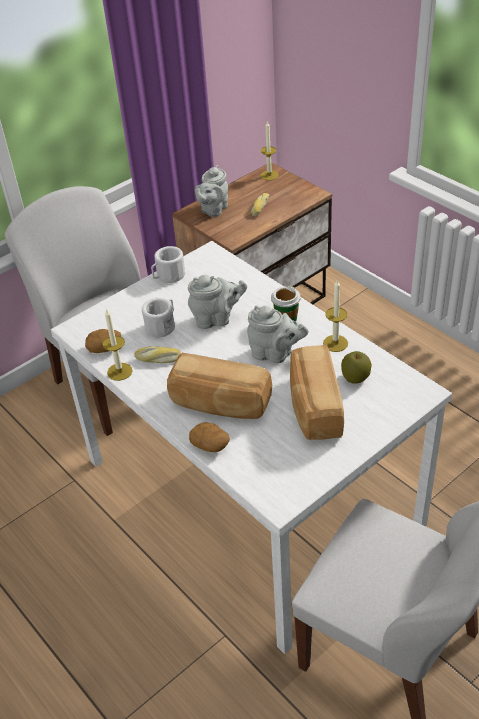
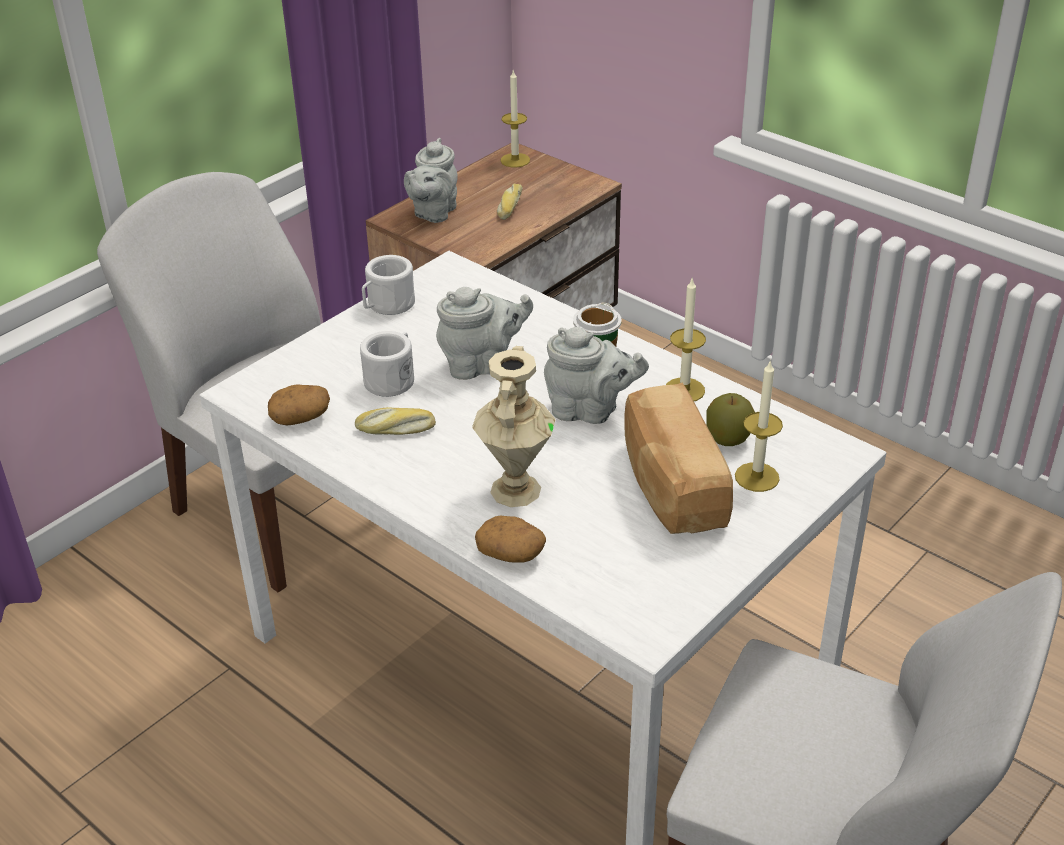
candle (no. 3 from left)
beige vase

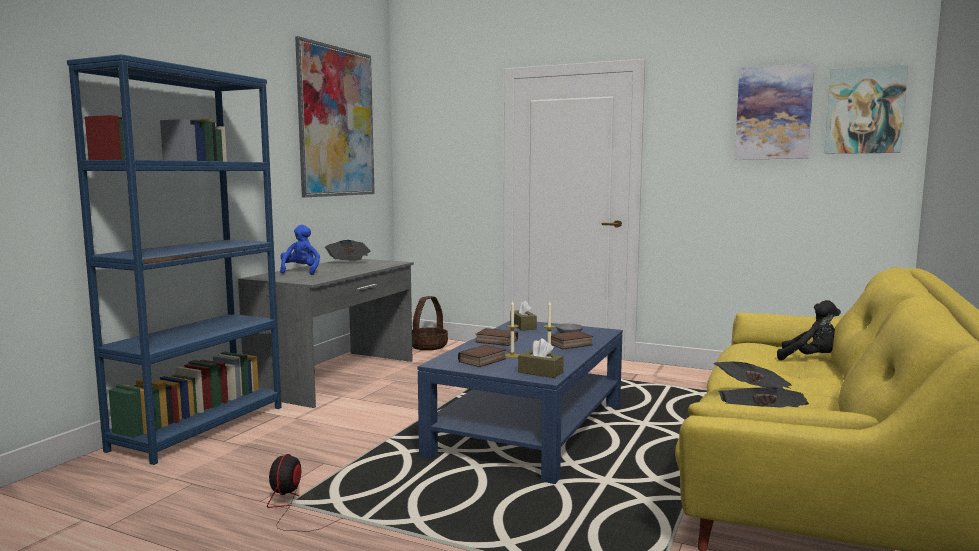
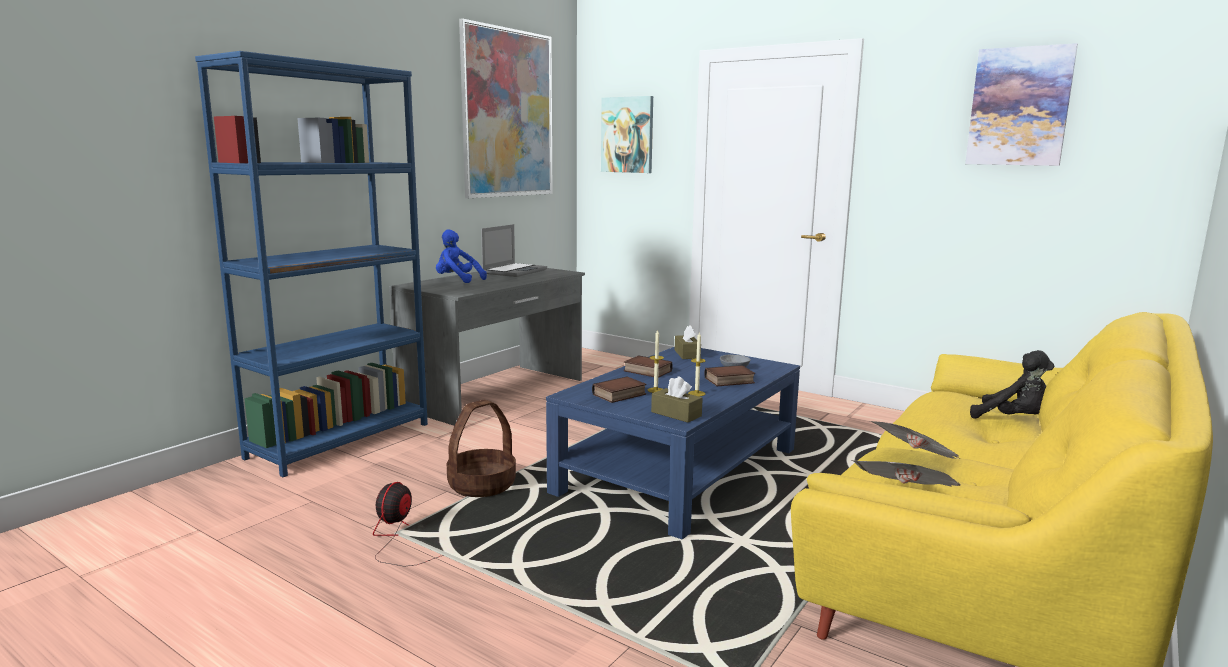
picture (no. 2 from left)
blue plush toy
laptop
basket

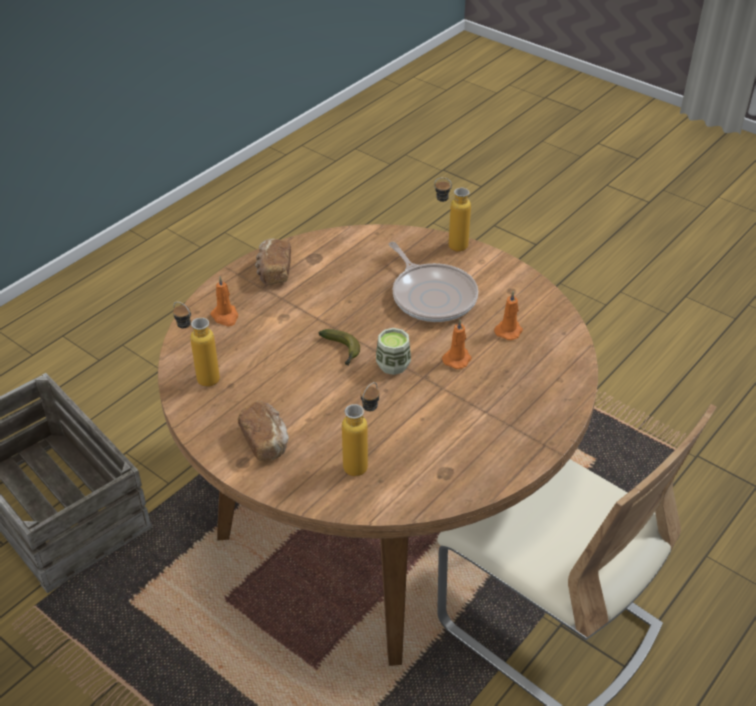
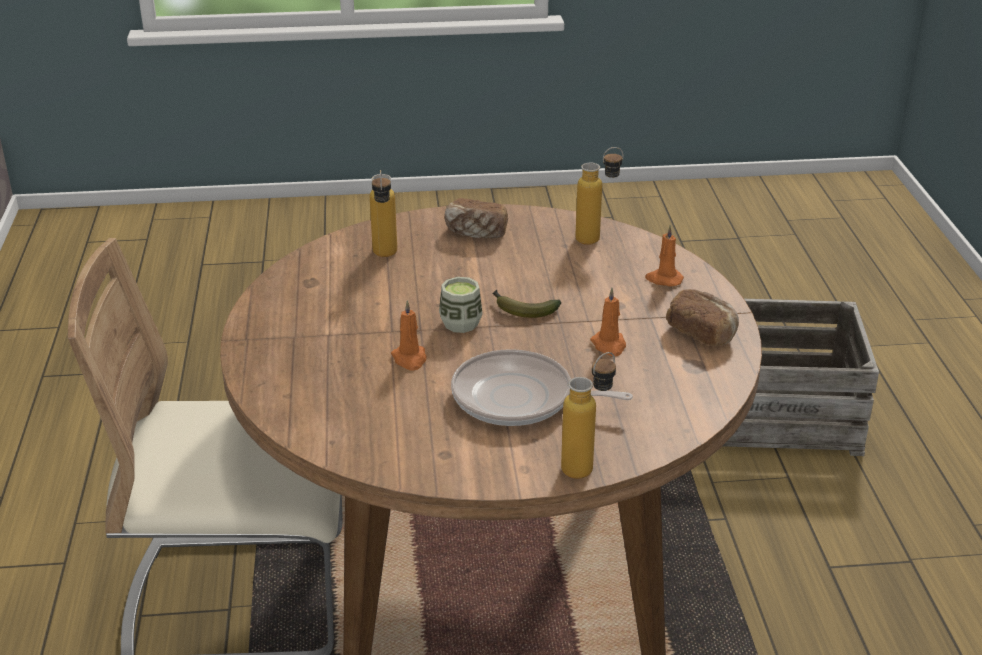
orange candle (no. 2 from left)

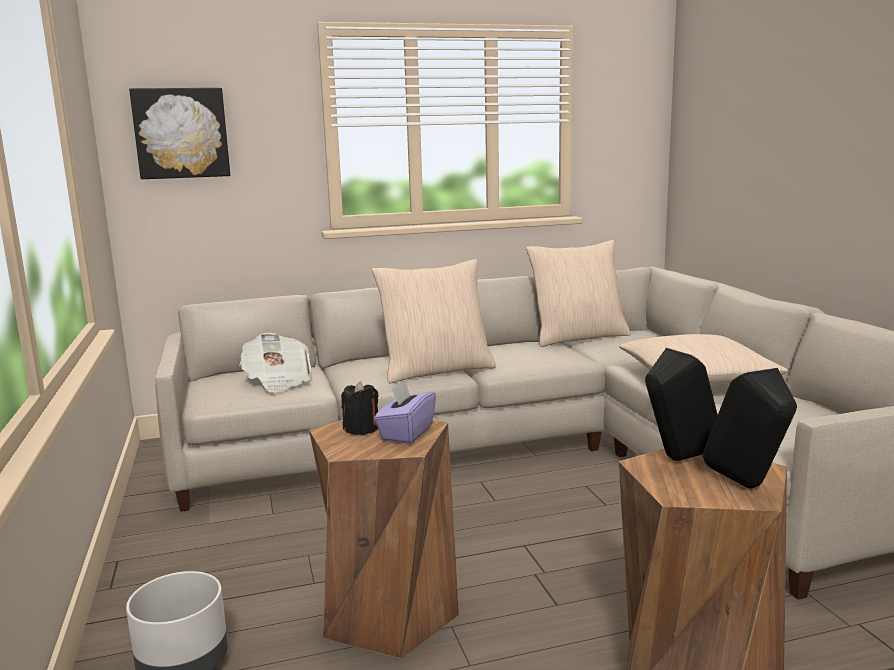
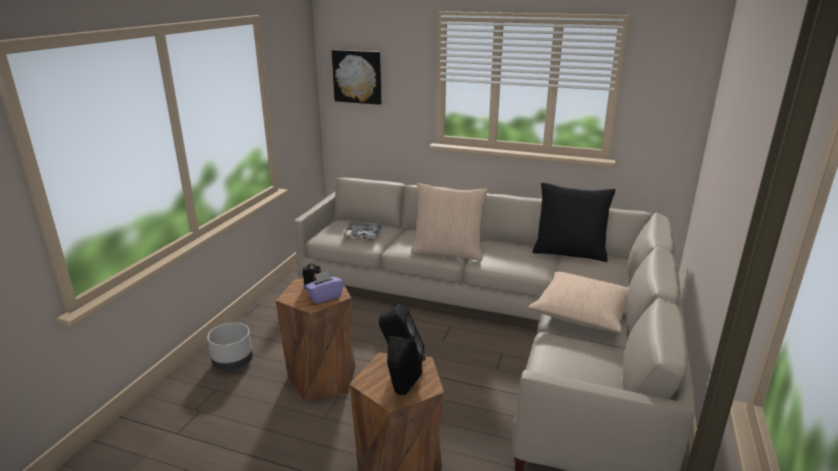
black pillow
tray

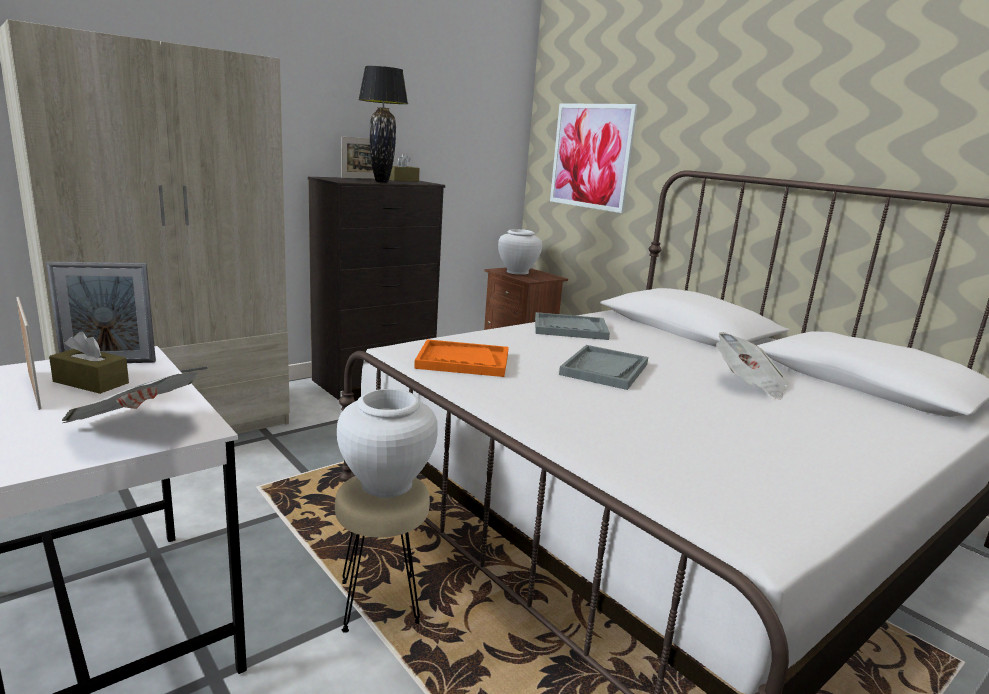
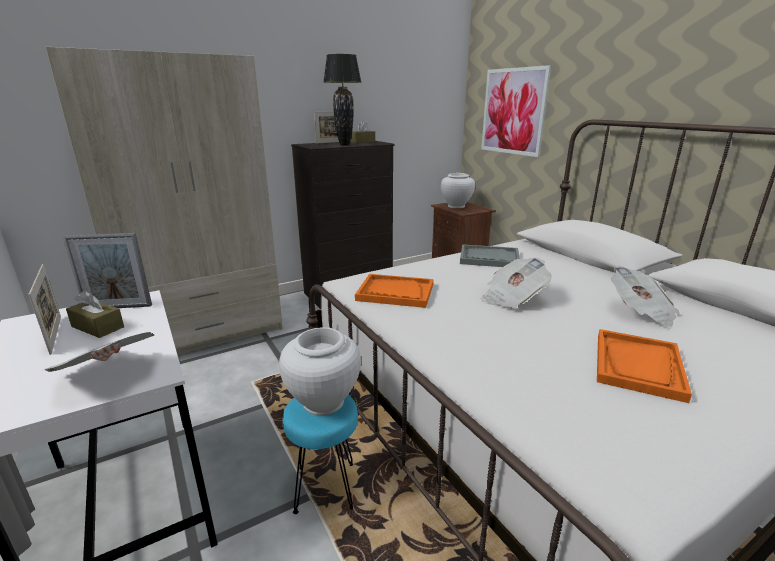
newspaper (no. 2 from left)
turquoise stool
orange tray (no. 2 from left)

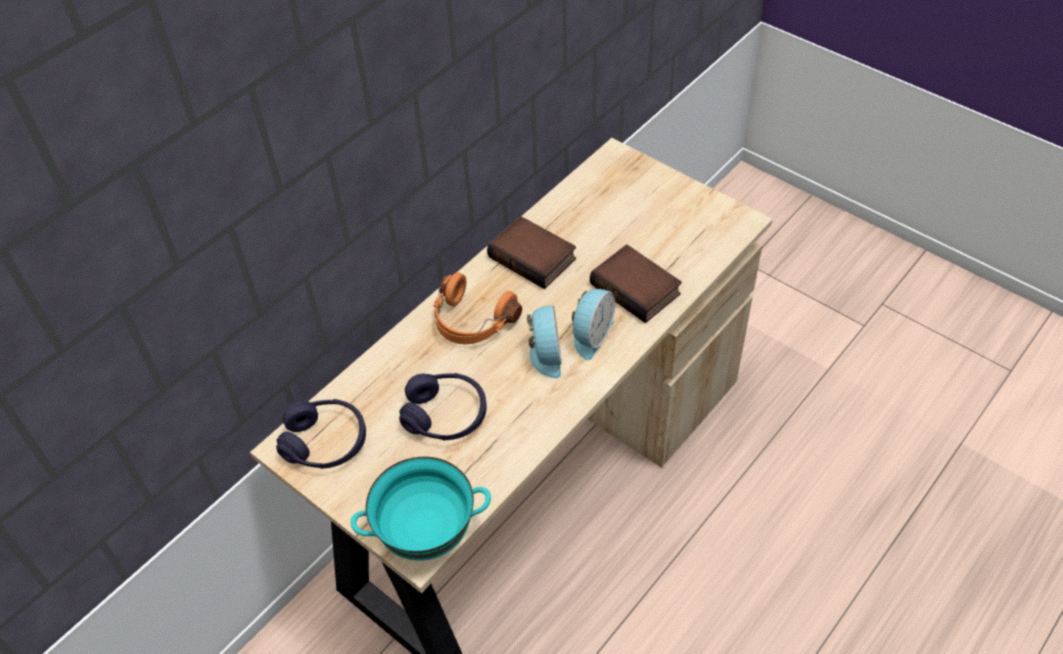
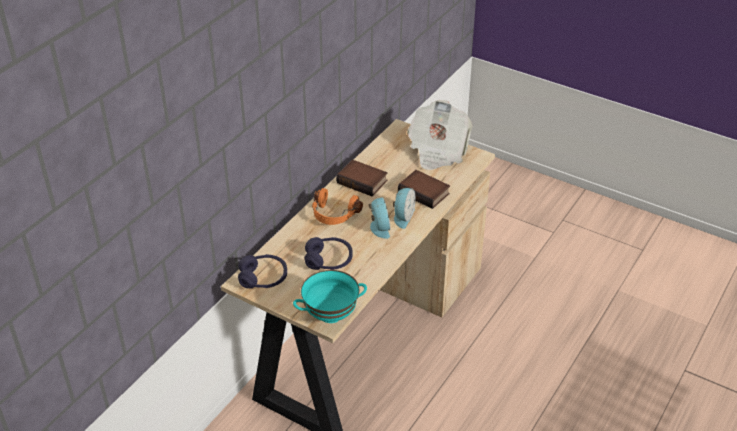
newspaper

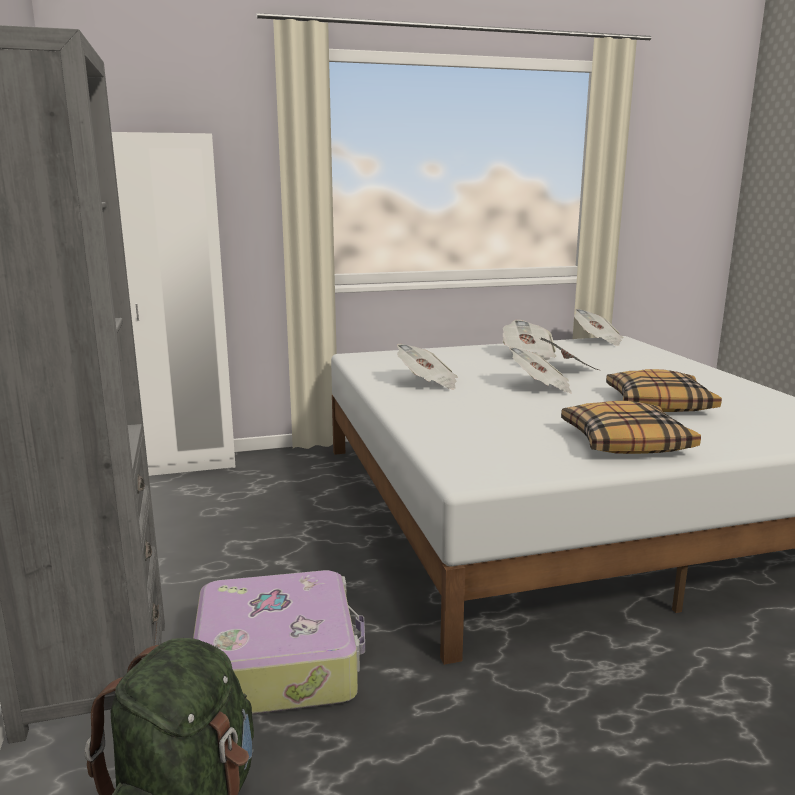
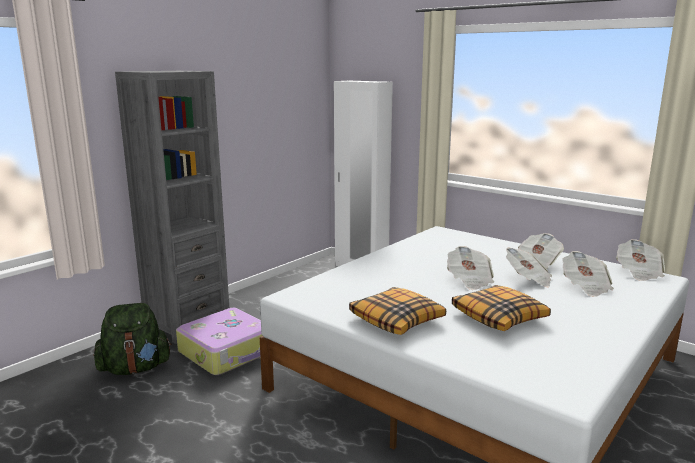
newspaper (no. 4 from left)

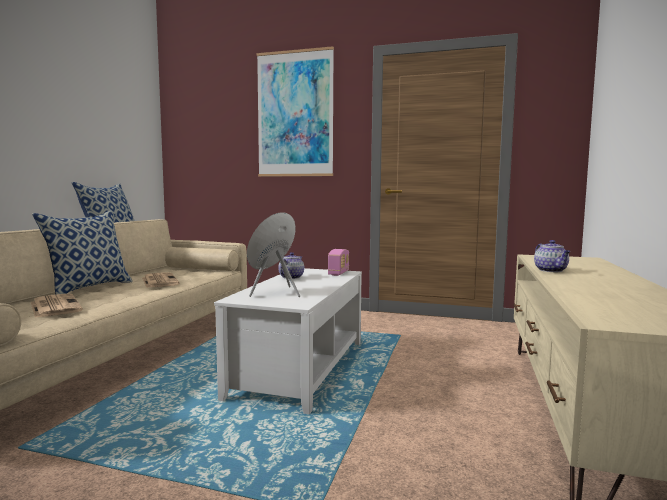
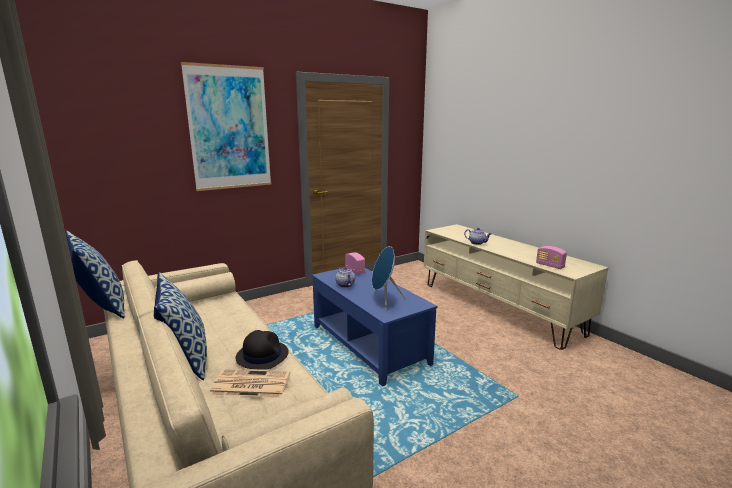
blue coffee table
newspaper (no. 2 from left in the first image)
radio (no. 2 from left)
black hat

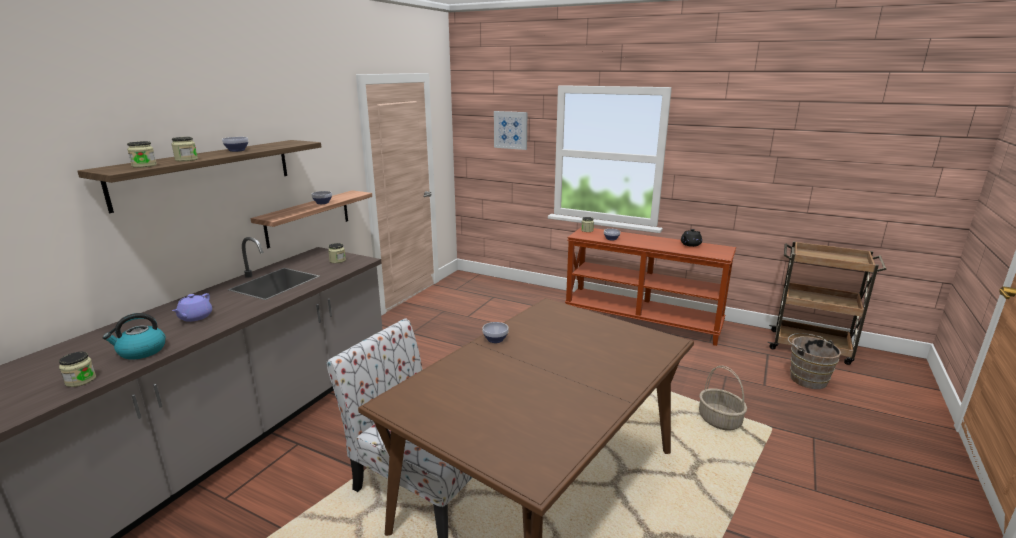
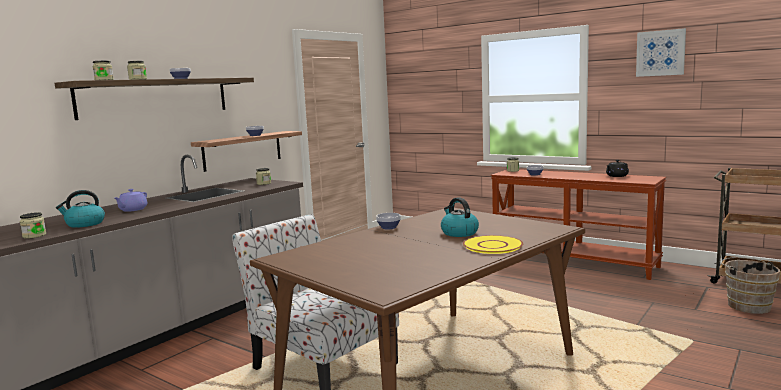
picture
basket
kettle (no. 2 from left)
yellow plate

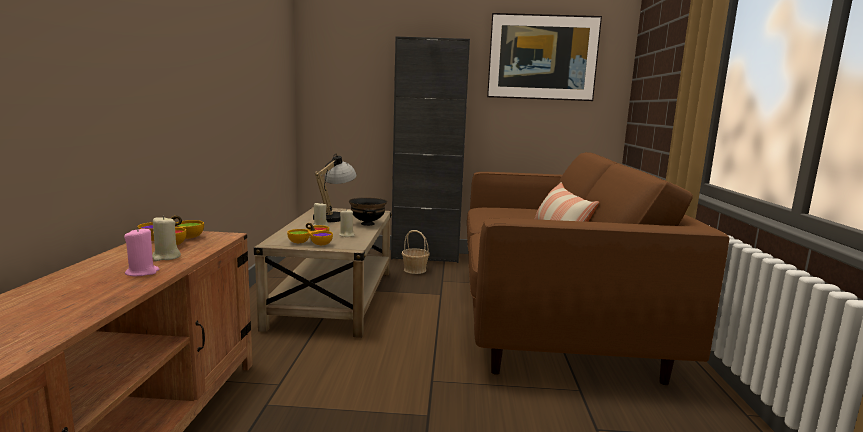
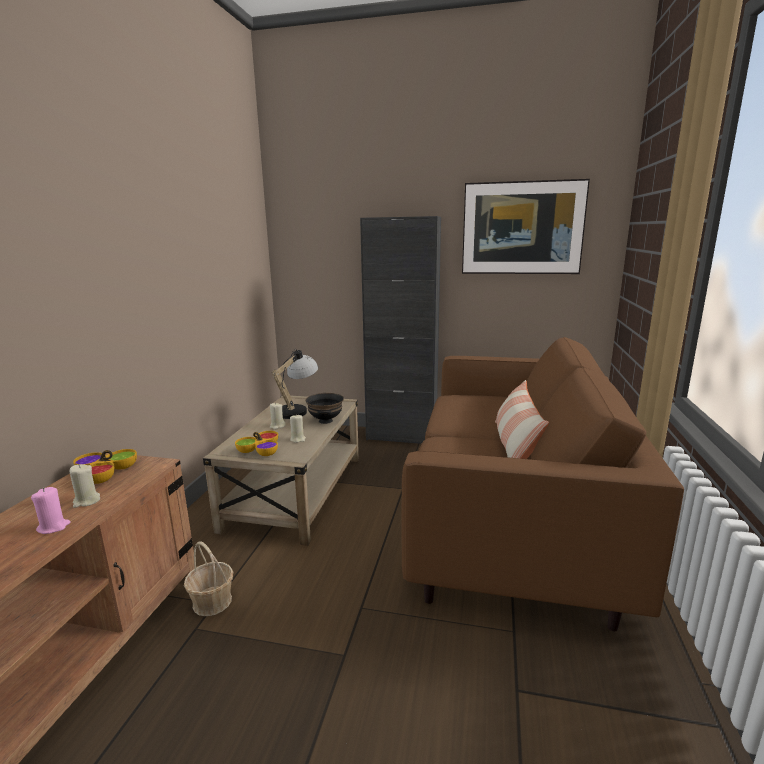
basket

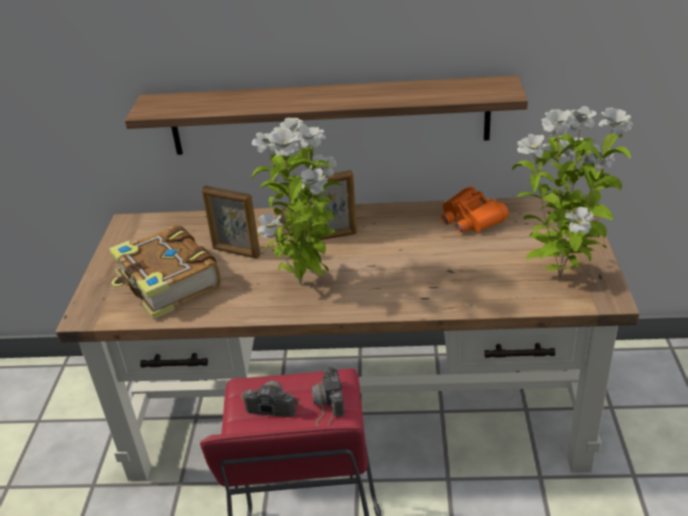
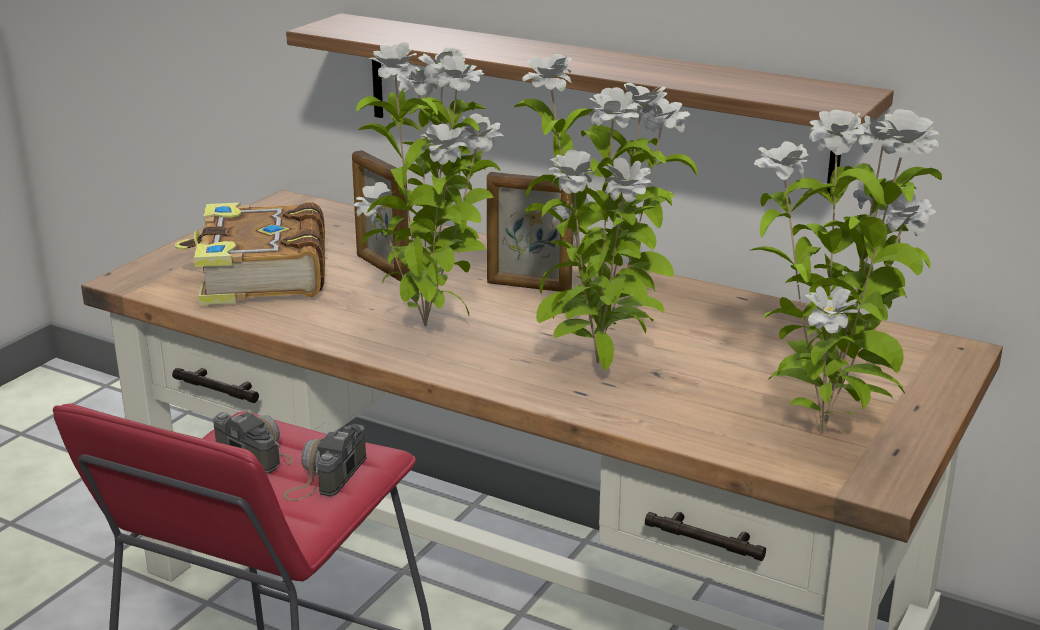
orange binoculars
potted plant (no. 2 from left)

